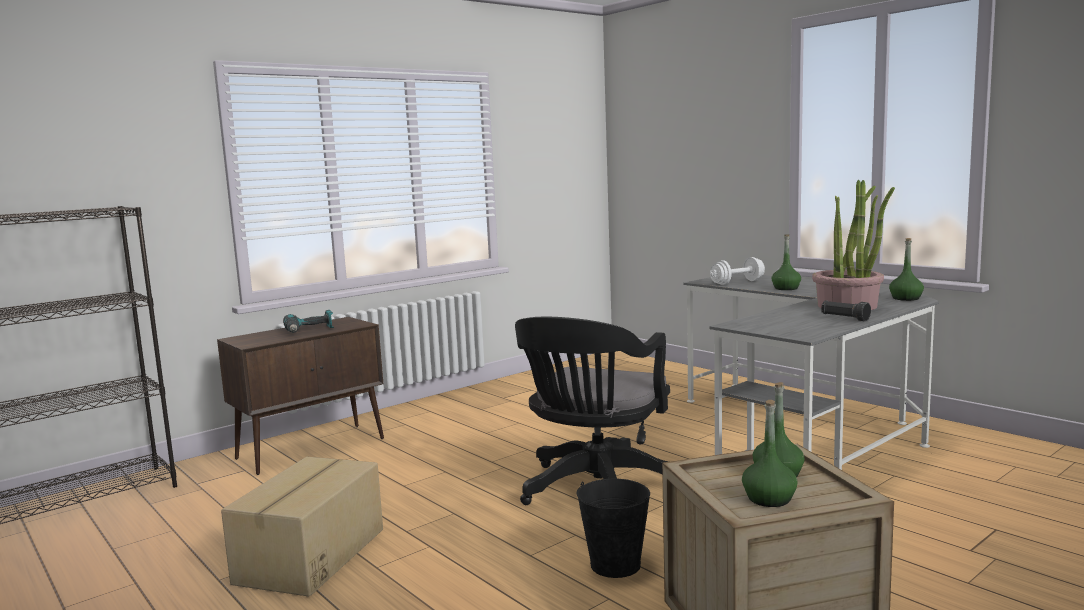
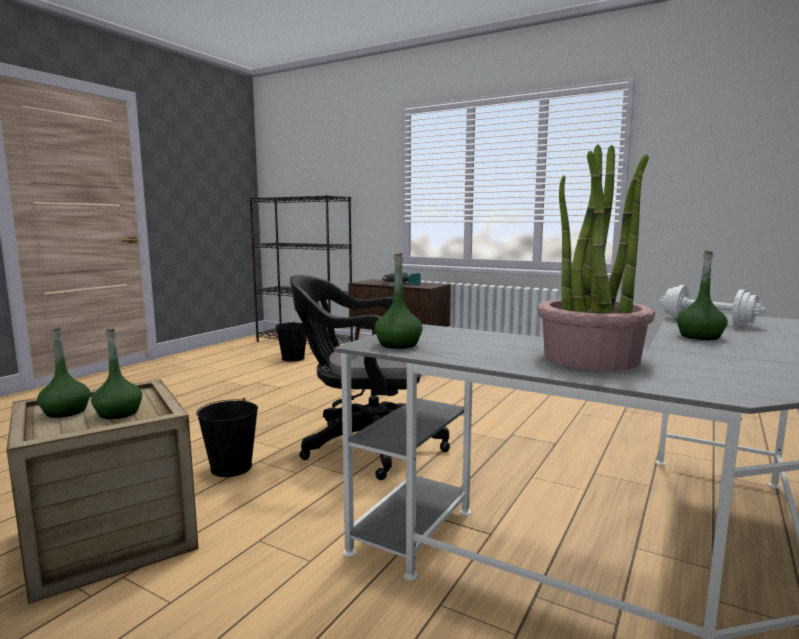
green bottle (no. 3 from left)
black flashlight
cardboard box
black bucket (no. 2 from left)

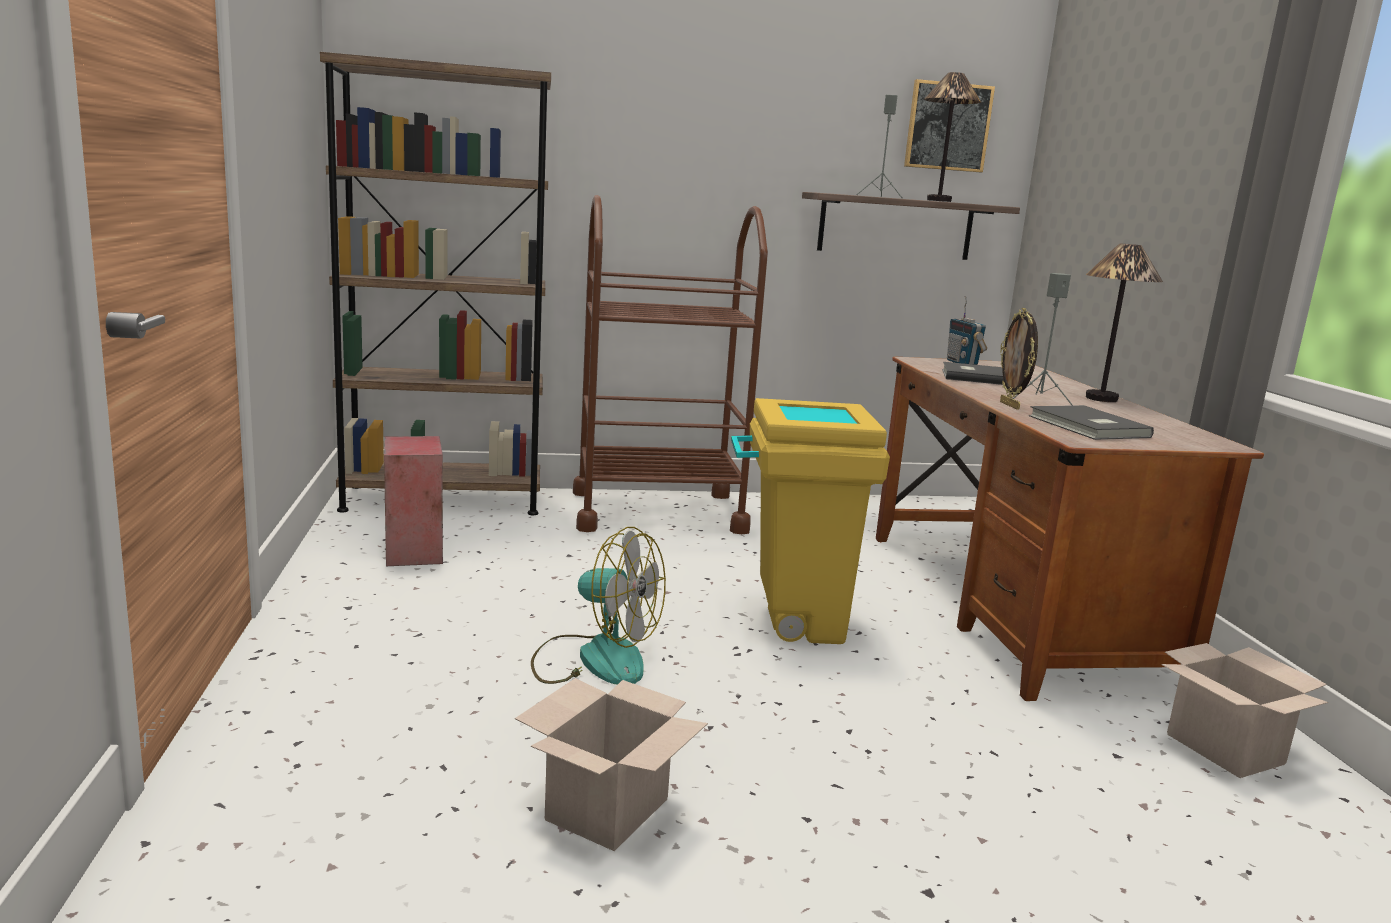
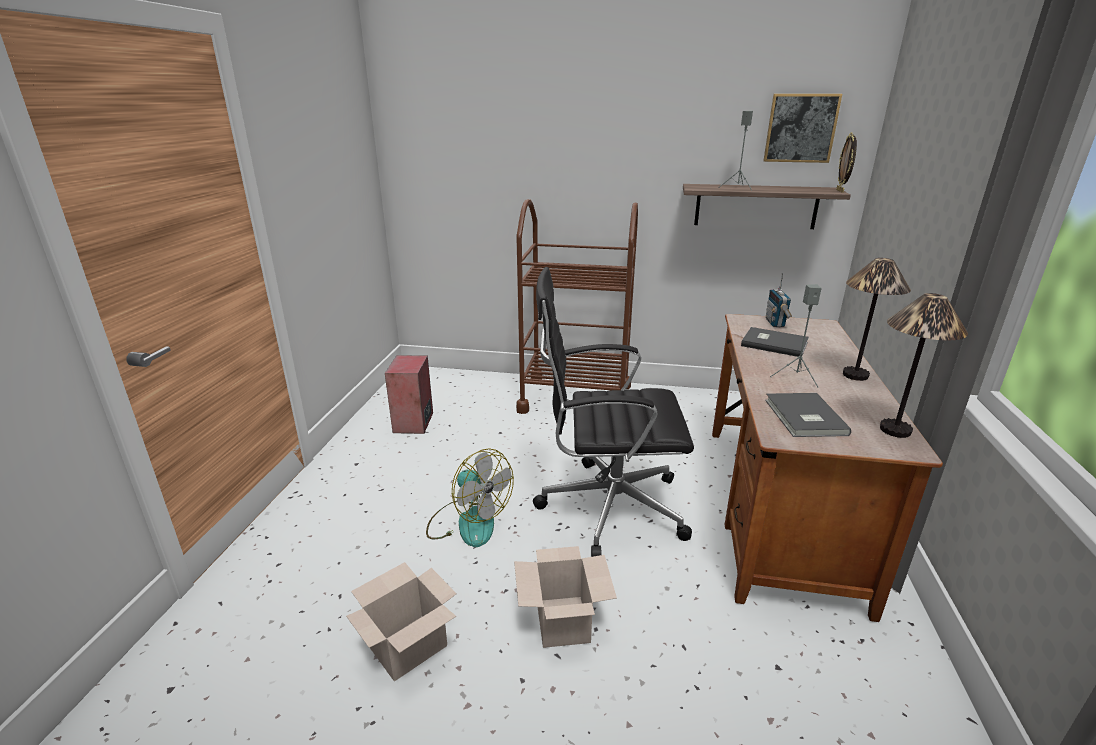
brown bookcase
table lamp (no. 2 from left)
picture frame
black office chair
cardboard box (no. 2 from left)

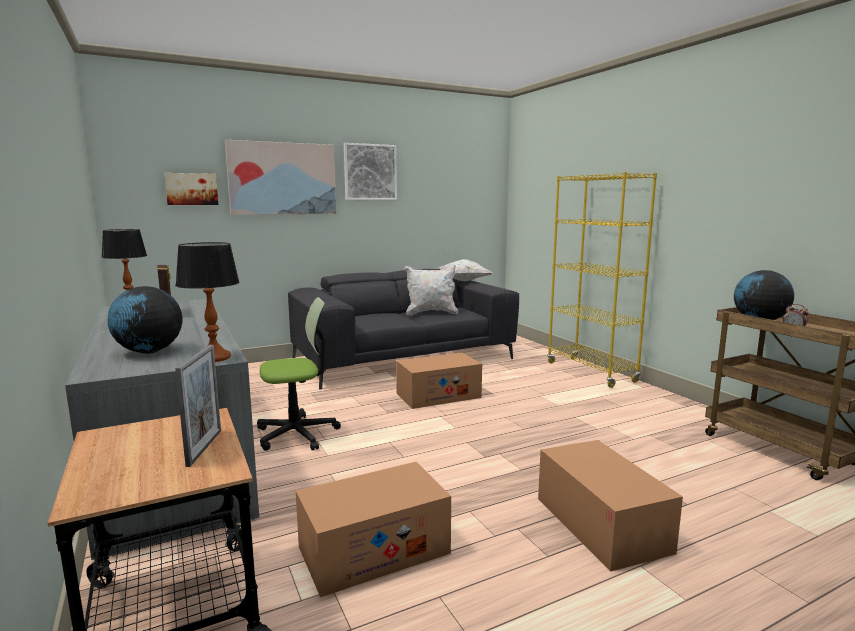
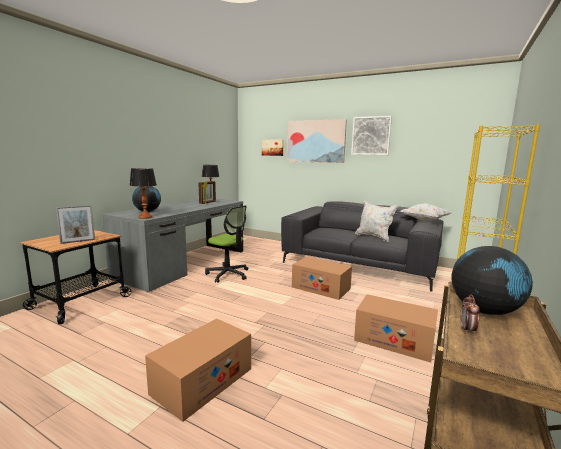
cardboard box (no. 3 from left)

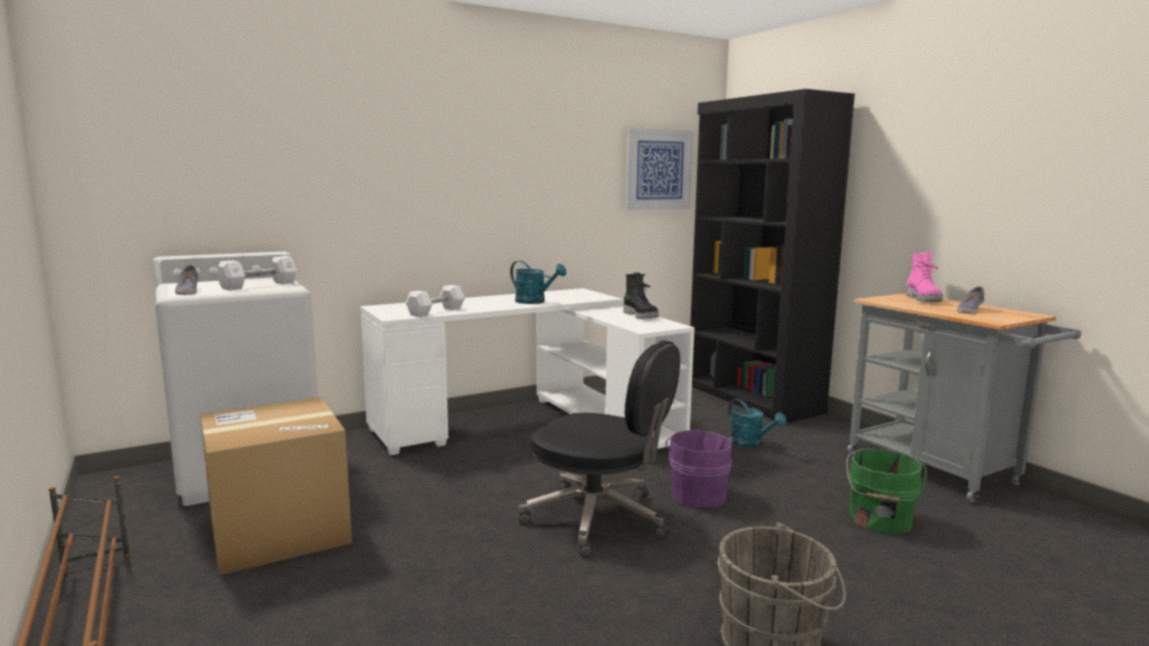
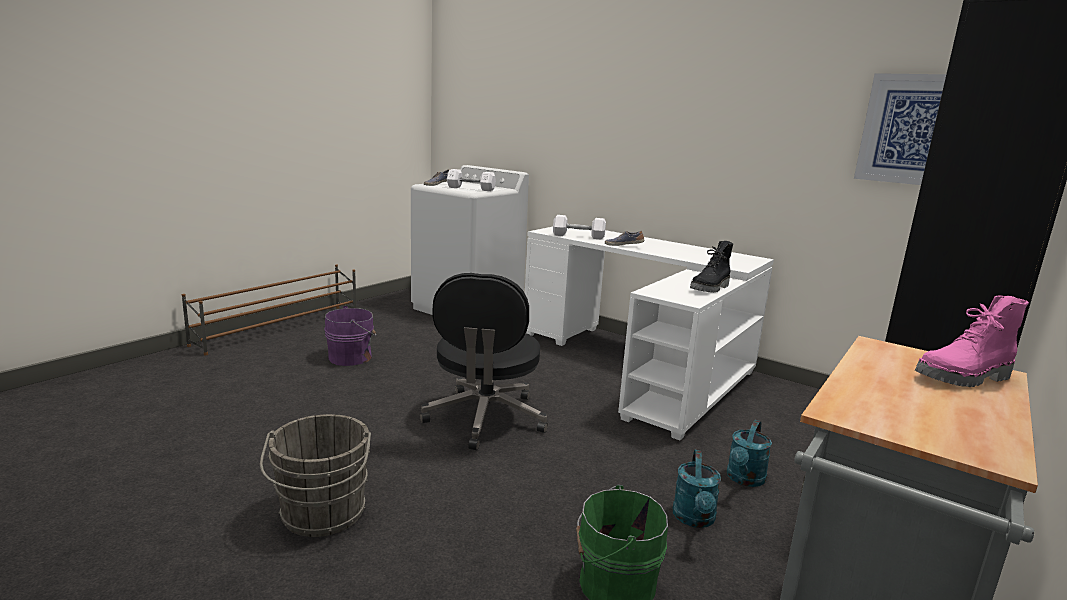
turquoise watering can (no. 1 from left)
shoe (no. 2 from left)
cardboard box
purple bucket

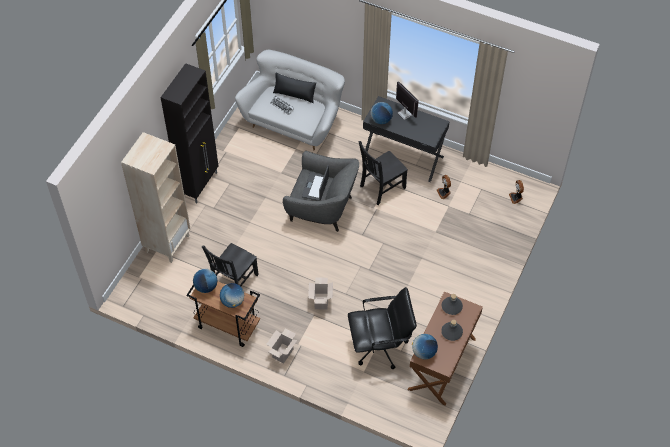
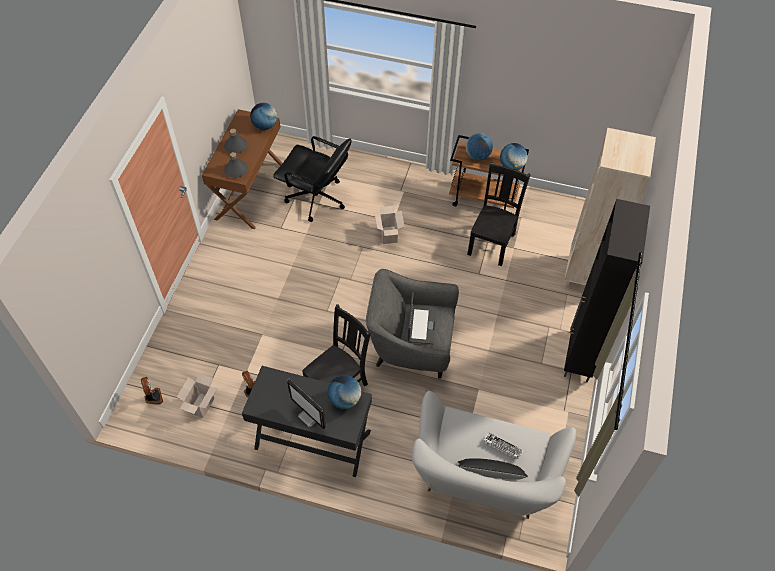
black office chair
cardboard box (no. 1 from left)

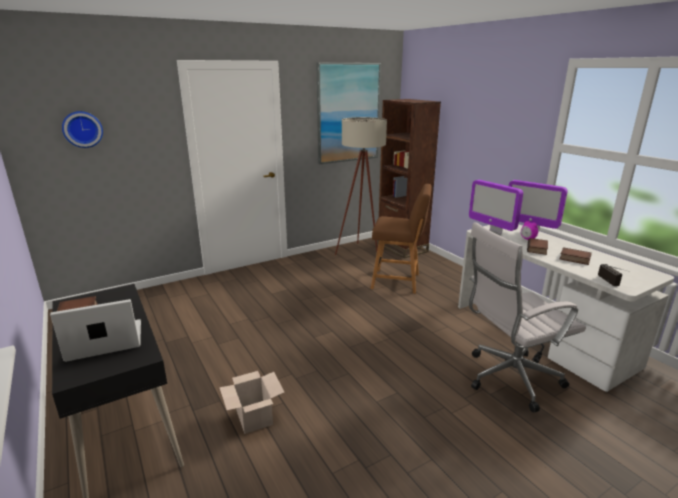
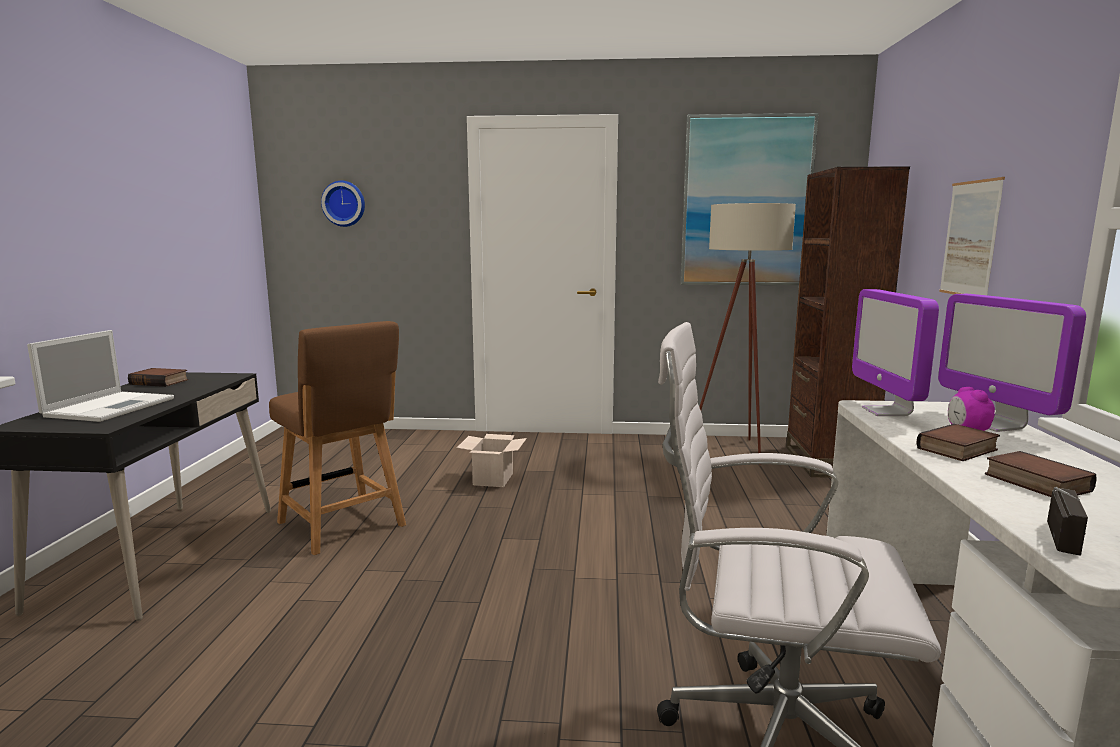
brown chair
laptop
cardboard box
picture (no. 2 from left)

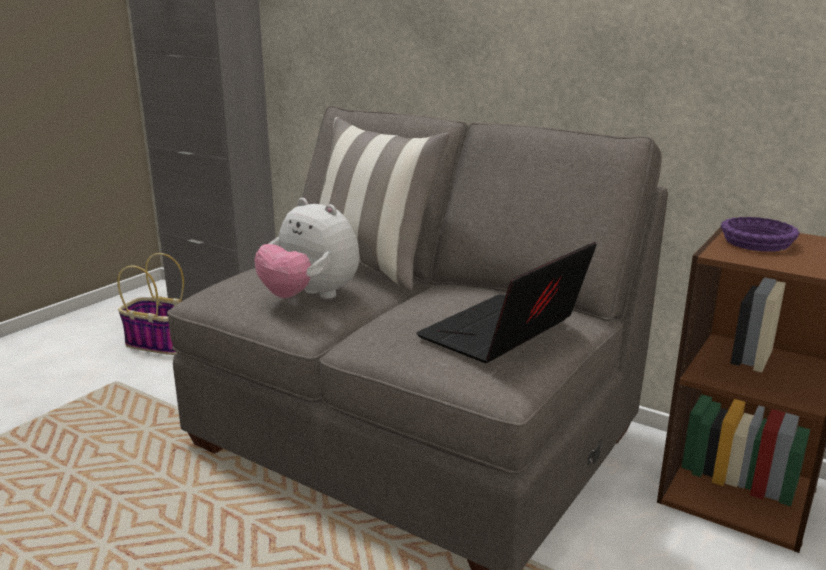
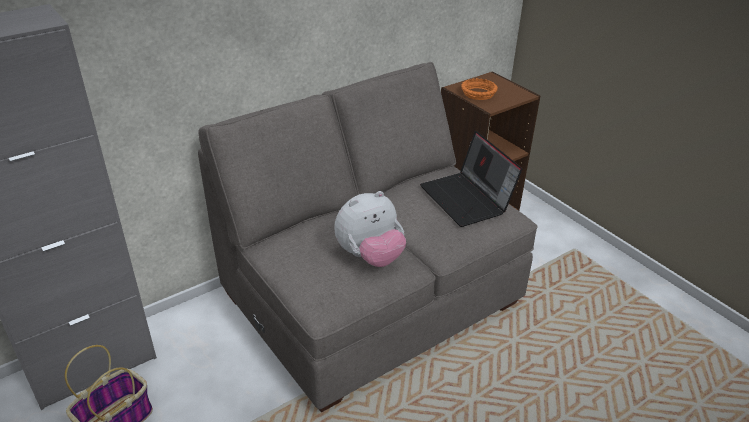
pillow
orange bowl

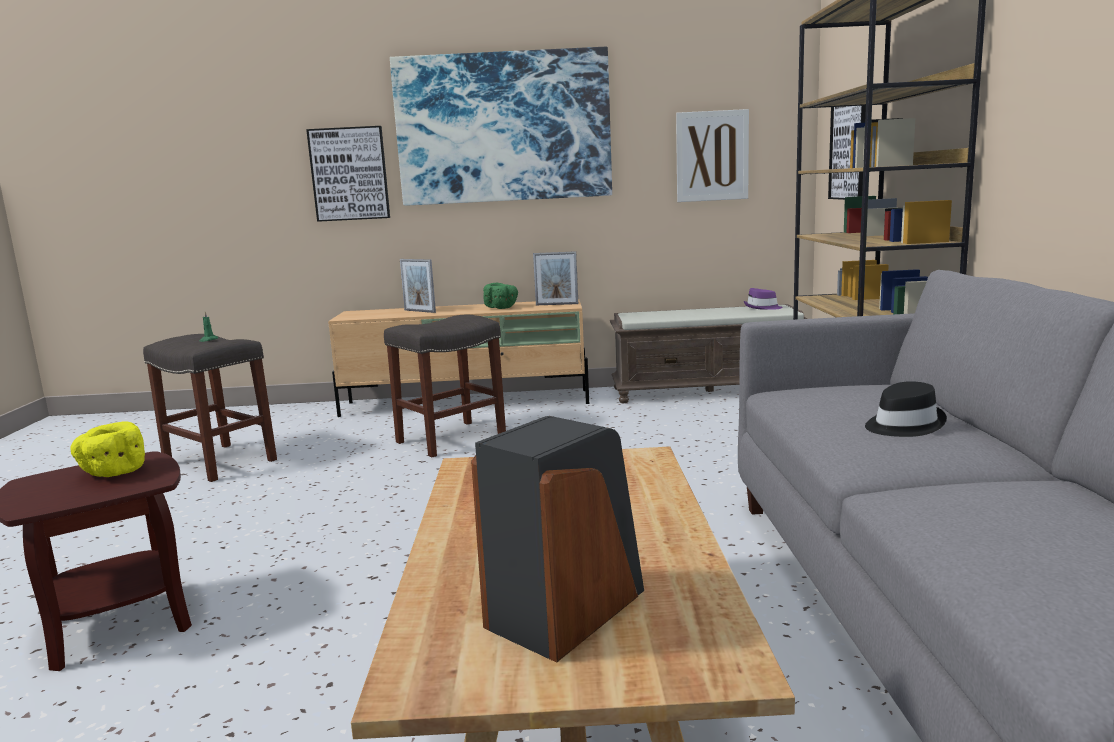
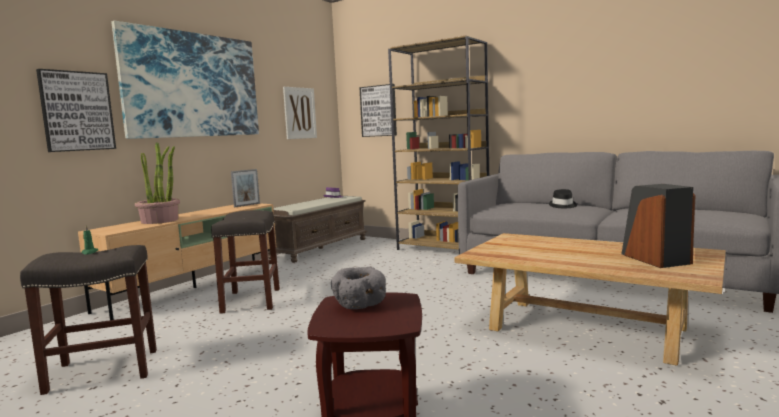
potted plant
green bowl
grey bowl

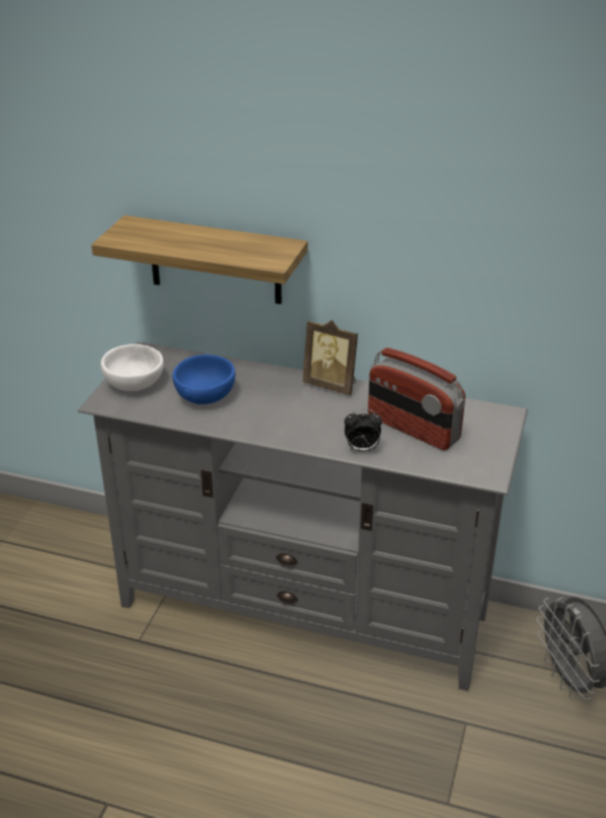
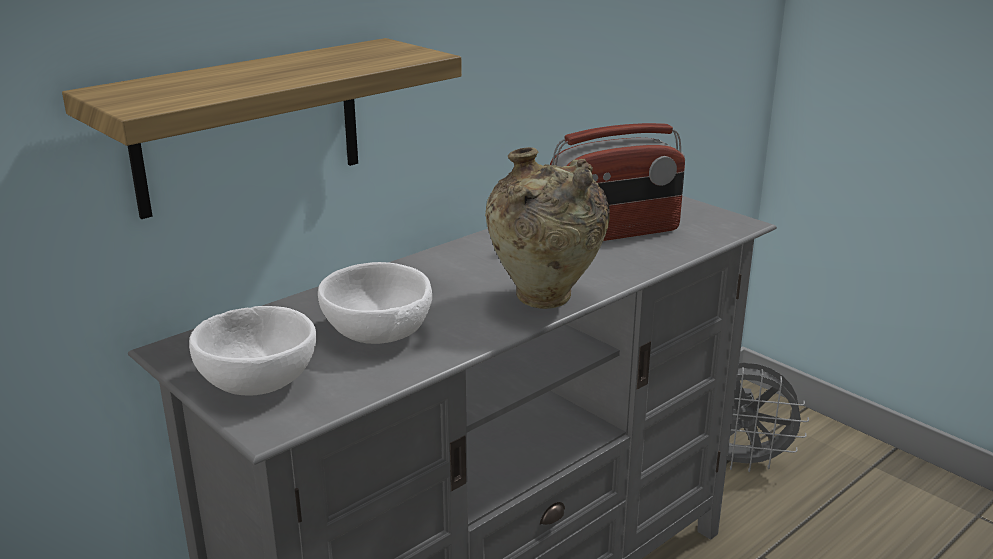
picture frame
white bowl (no. 2 from left)
alarm clock
beige vase

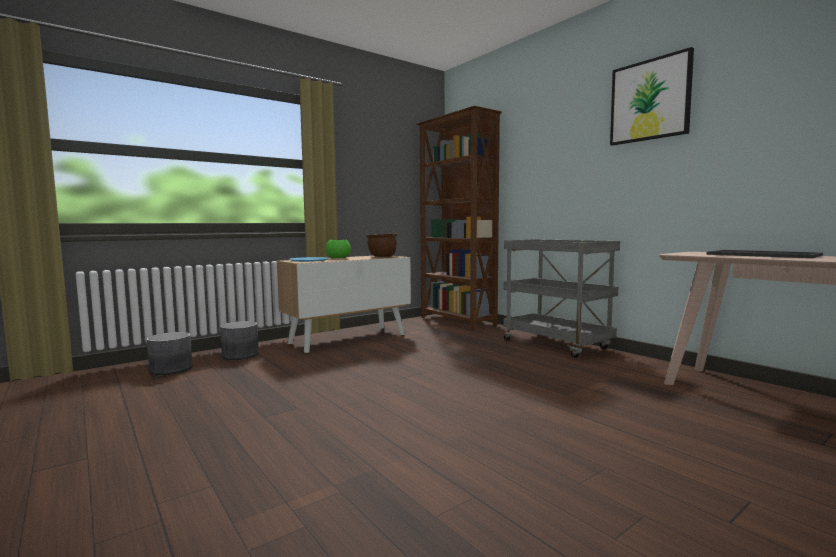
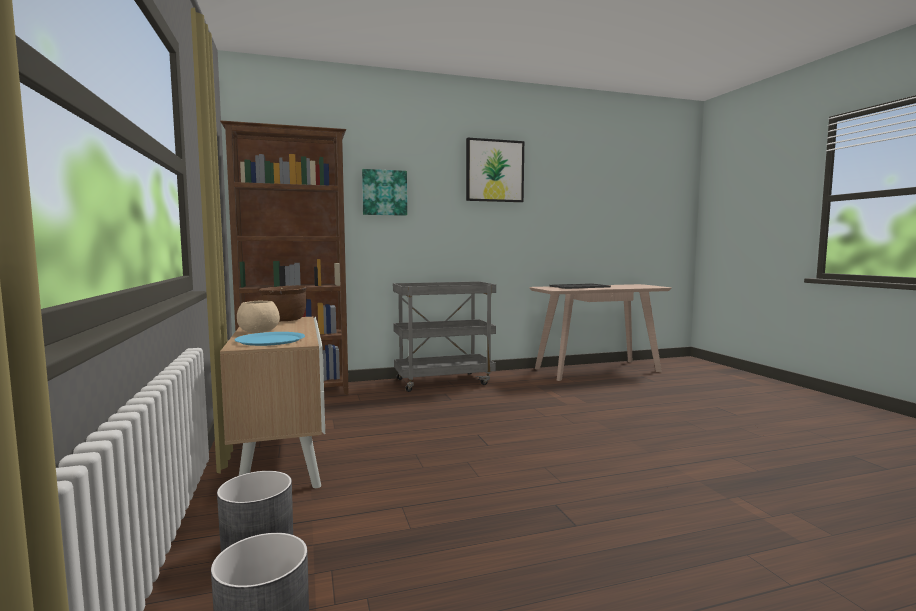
beige bowl
picture (no. 1 from left)

